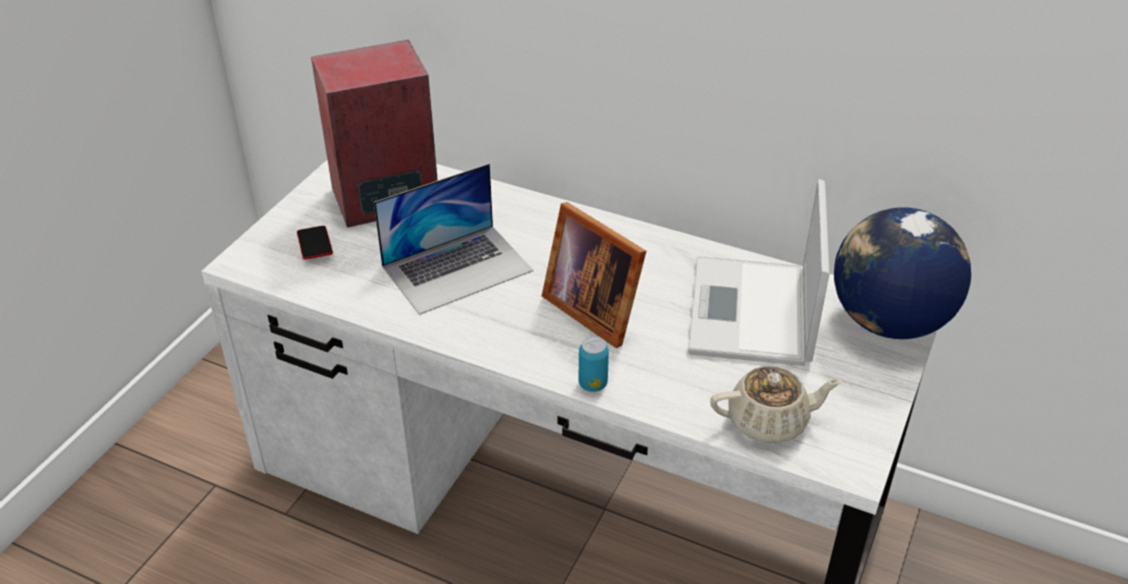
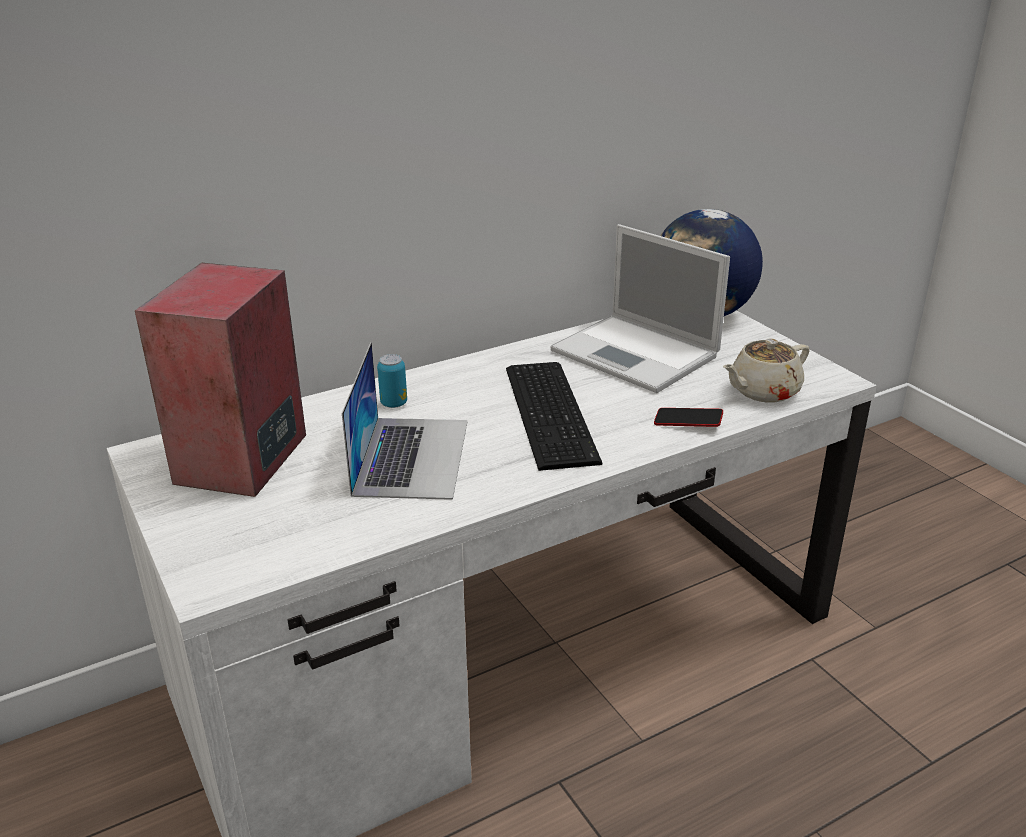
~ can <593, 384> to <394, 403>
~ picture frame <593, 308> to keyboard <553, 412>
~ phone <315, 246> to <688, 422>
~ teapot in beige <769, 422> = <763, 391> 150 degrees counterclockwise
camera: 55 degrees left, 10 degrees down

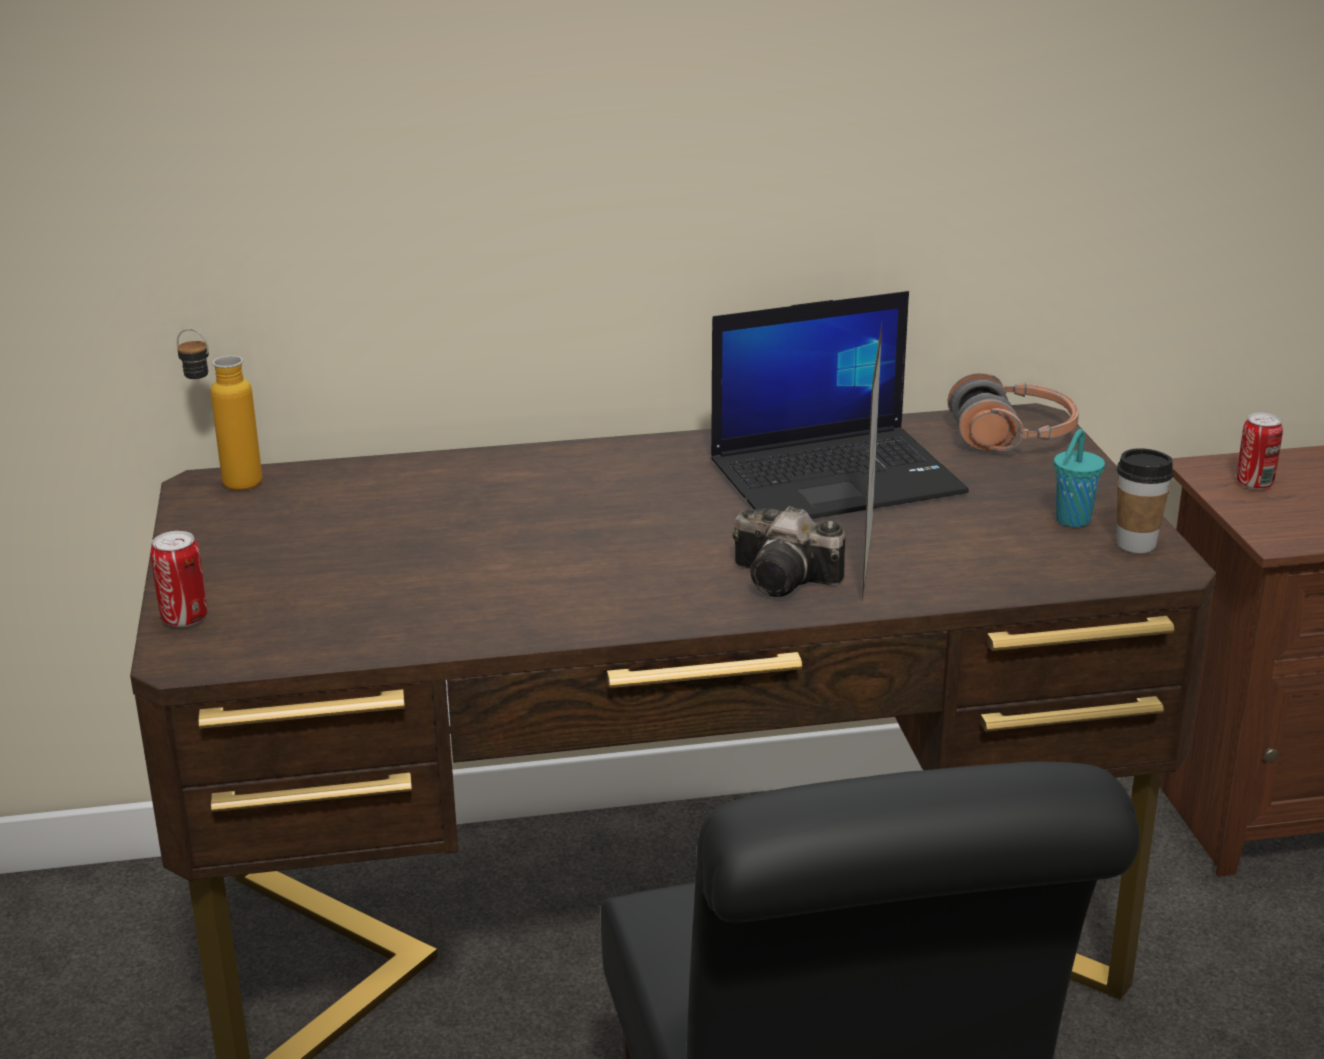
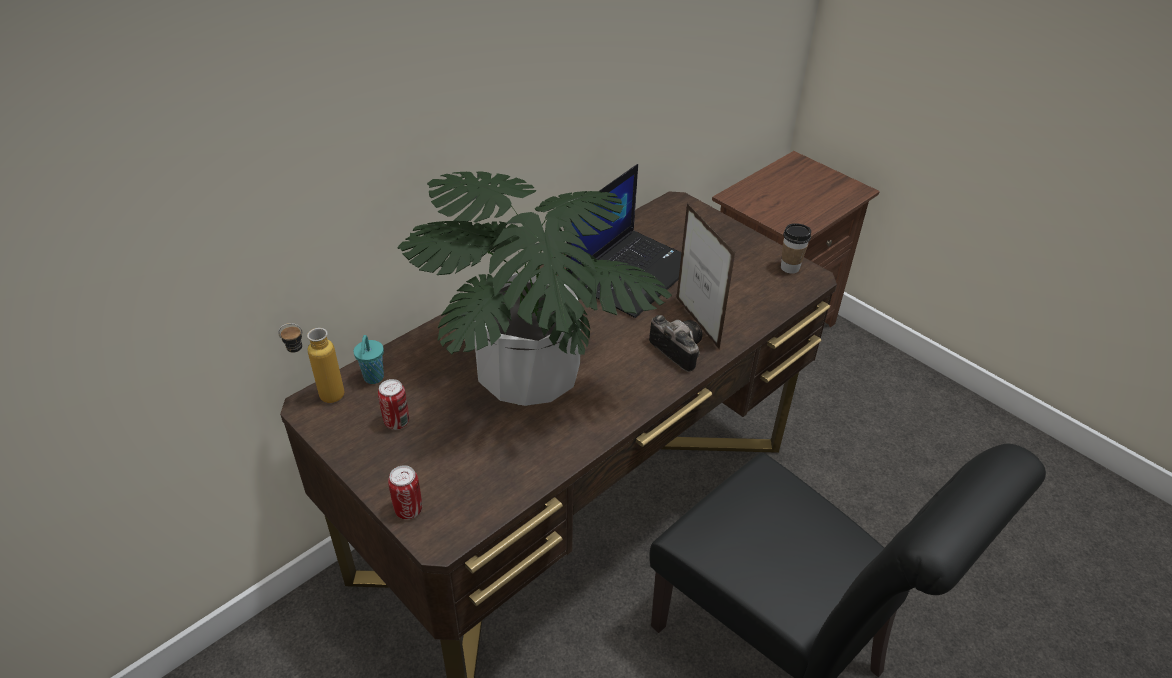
~ cup in turquoise <1072, 521> to <373, 378>
~ can <1254, 483> to <396, 422>
+ potted plant <529, 377>
~ photo camera <788, 580> = <676, 349> 120 degrees counterclockwise
- headphones <1012, 436>
camera: 35 degrees left, 15 degrees up

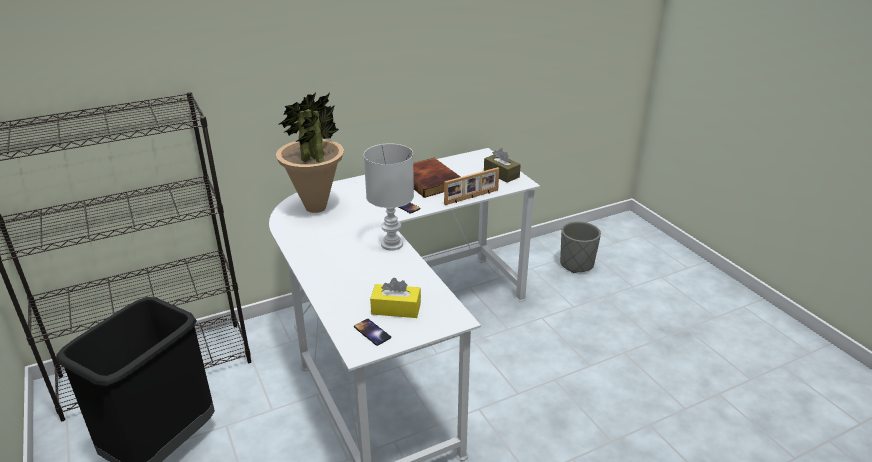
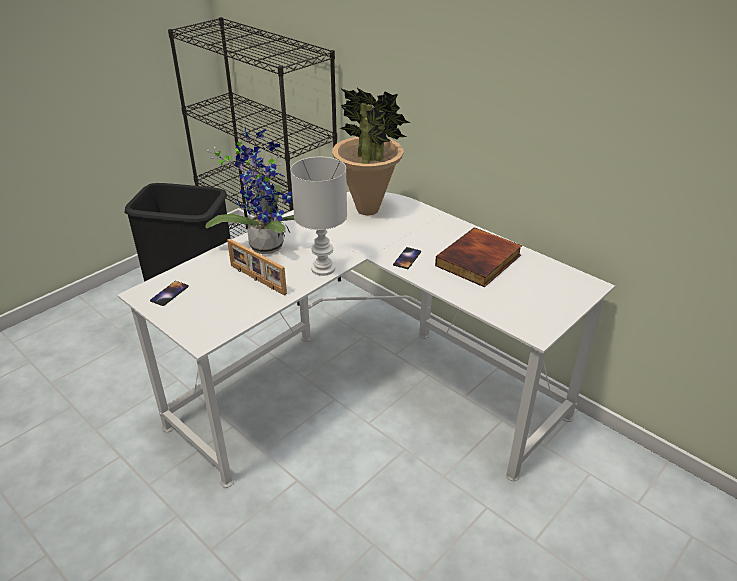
+ potted plant <266, 244>
~ picture frame <472, 197> to <257, 280>
- tissue box in yellow <396, 309>
- tissue box in brown <501, 174>
- planter in grey <576, 264>
camera: 70 degrees right, 5 degrees up

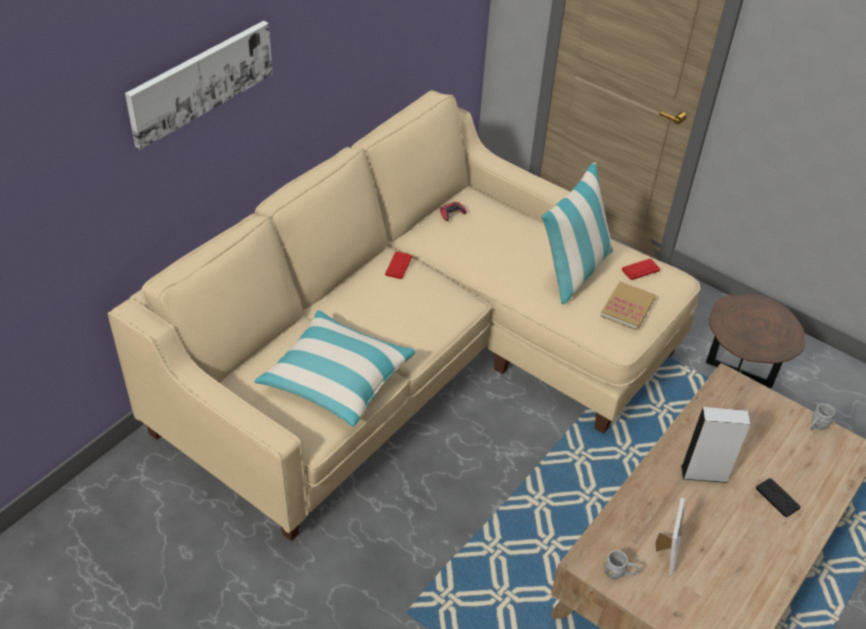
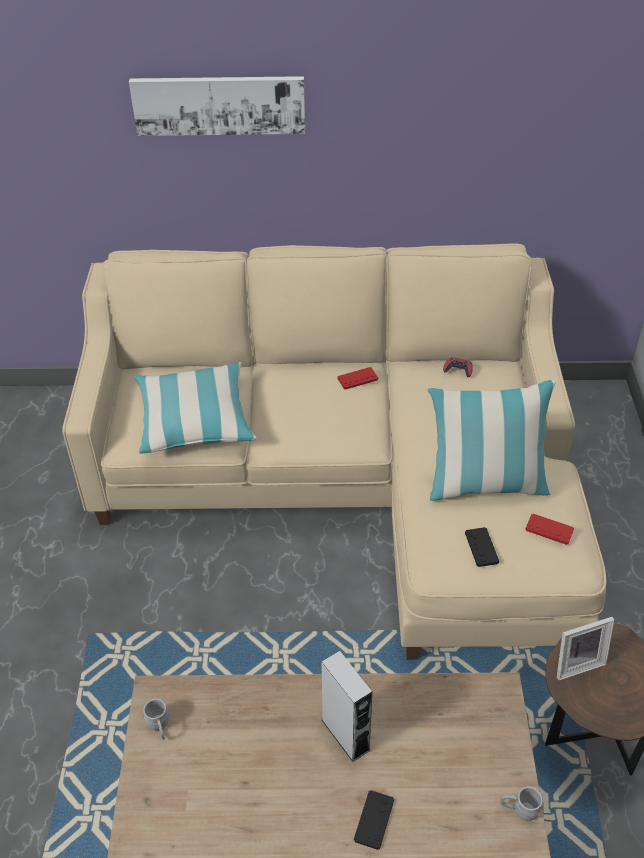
~ book <627, 307> to game controller in black <481, 547>
~ picture frame <665, 552> to <576, 662>
camera: 55 degrees right, 0 degrees up

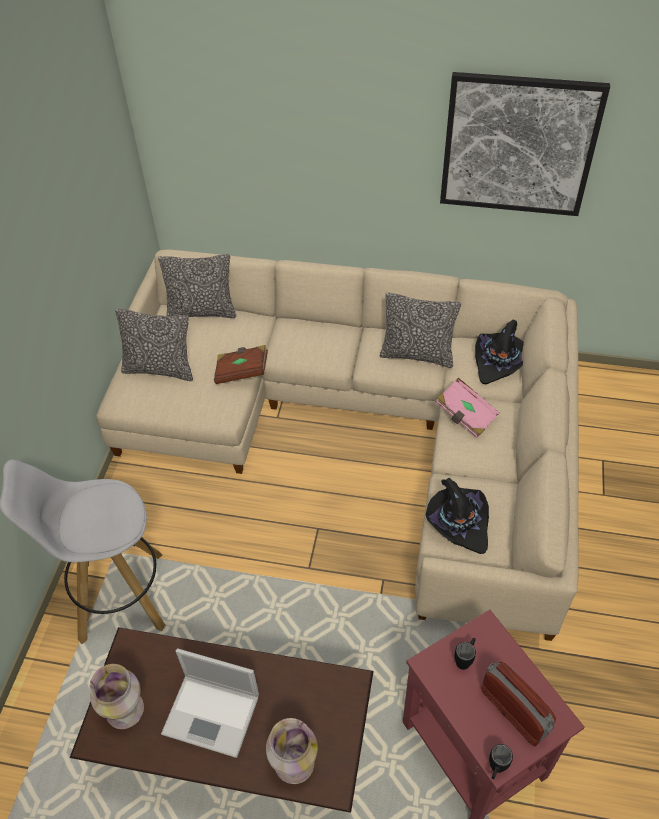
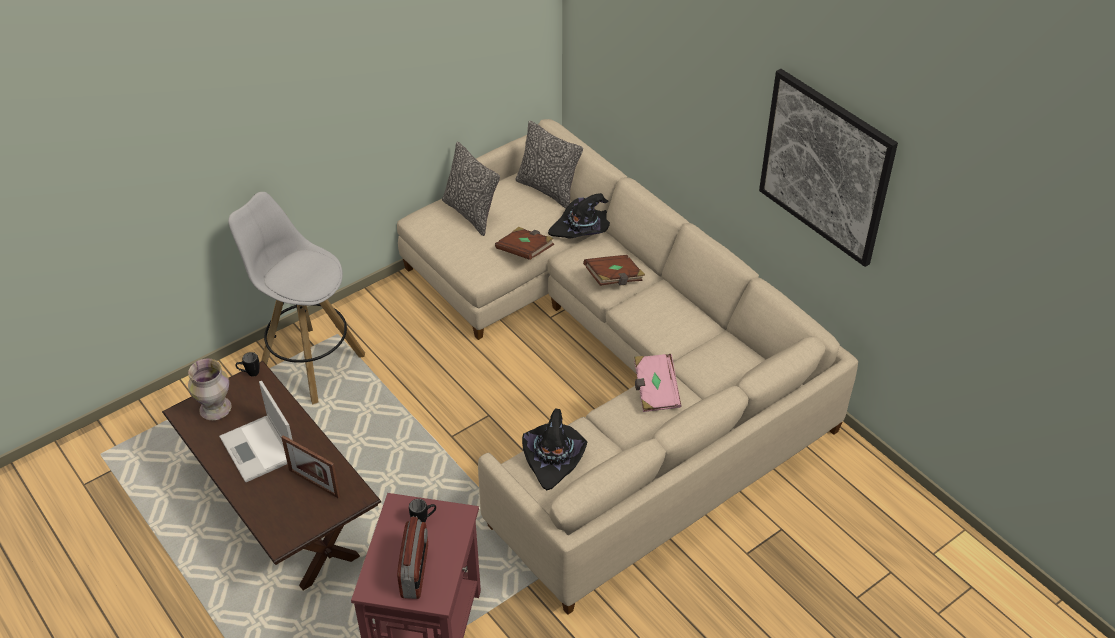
~ mug in black <495, 770> to <249, 373>
+ picture frame <314, 483>
~ hat in black <499, 362> to <581, 229>
+ book in brown <614, 279>
- vase <293, 763>
- pillow <417, 355>
camera: 40 degrees right, 5 degrees down

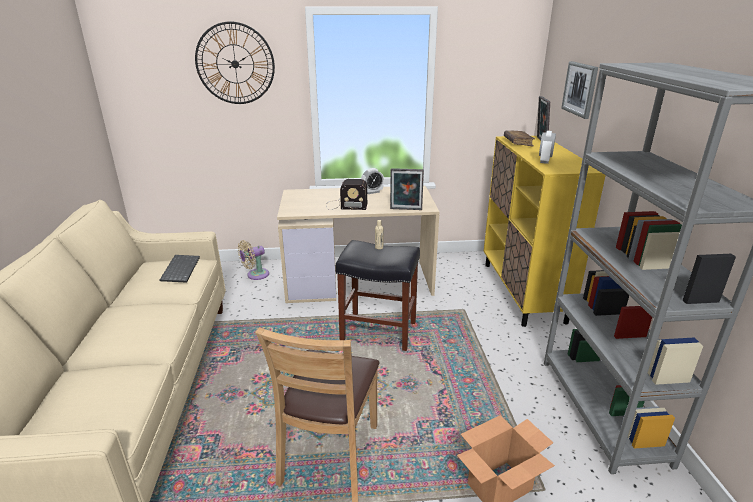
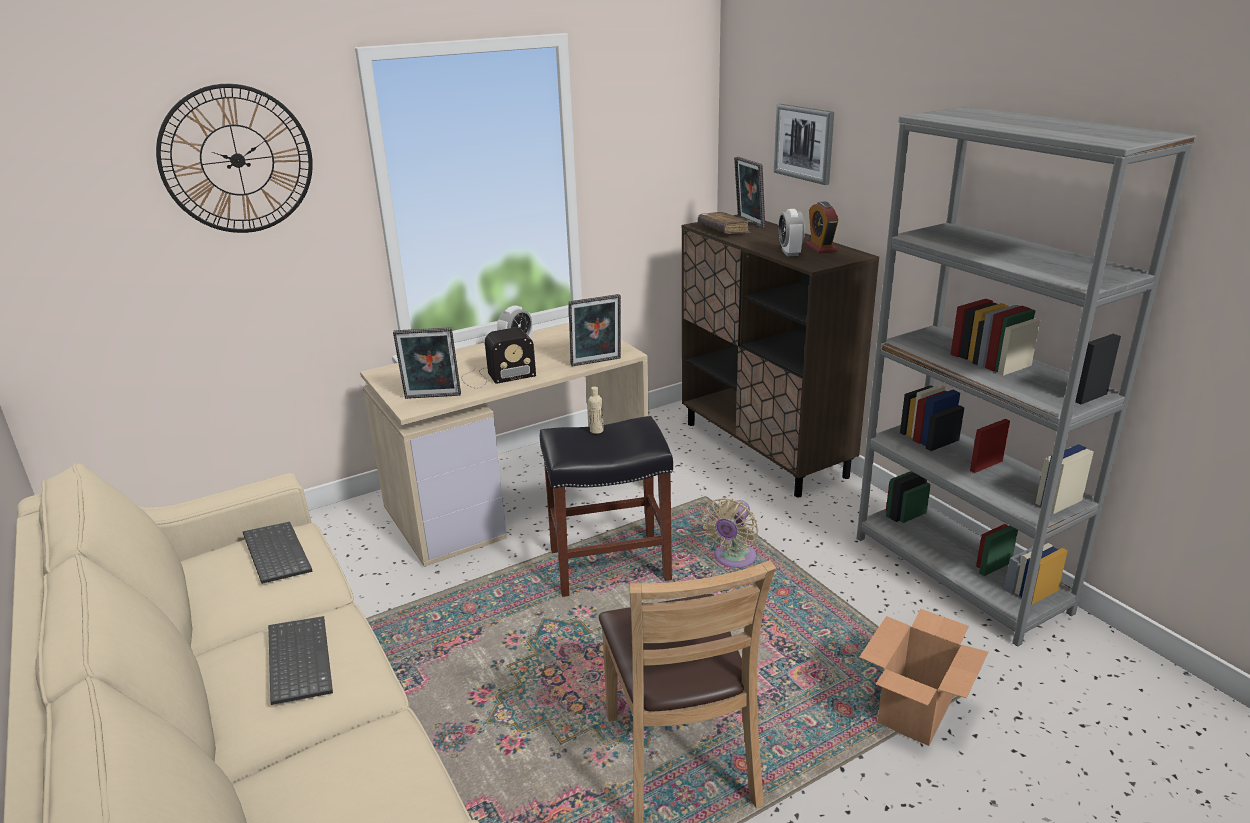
+ keyboard <297, 660>
+ picture frame <432, 397>
~ cabinet in yellow <522, 292> to cabinet in brown <764, 449>
~ fan in beige <255, 275> to <733, 559>
+ alarm clock <821, 248>
camera: 25 degrees left, 0 degrees up

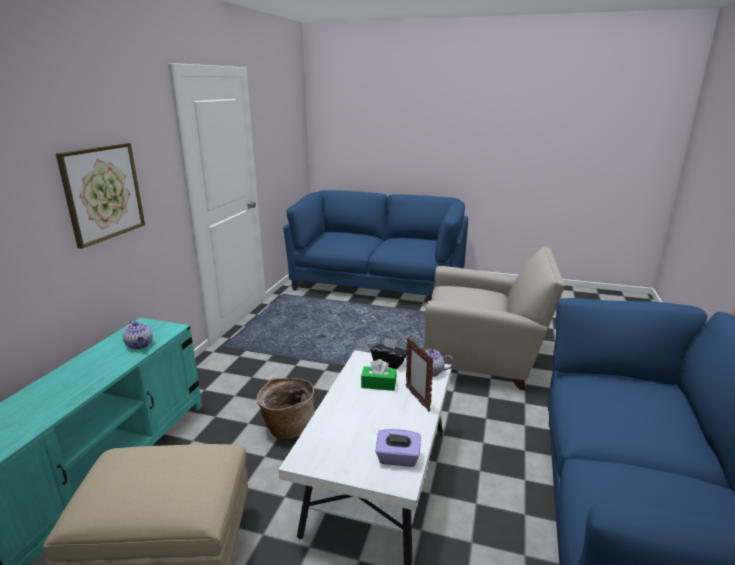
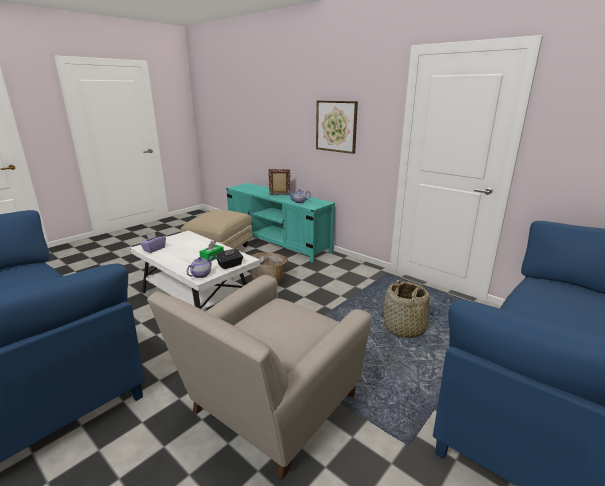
~ picture frame <417, 399> to <279, 195>
+ basket <404, 328>
camera: 115 degrees right, 0 degrees up

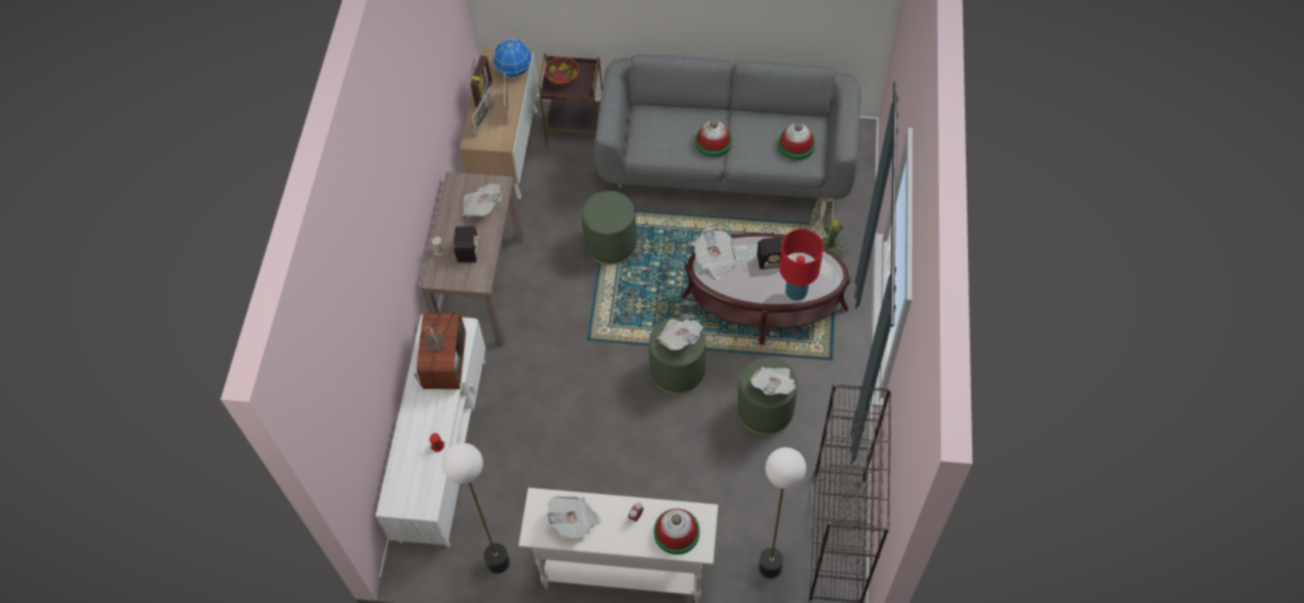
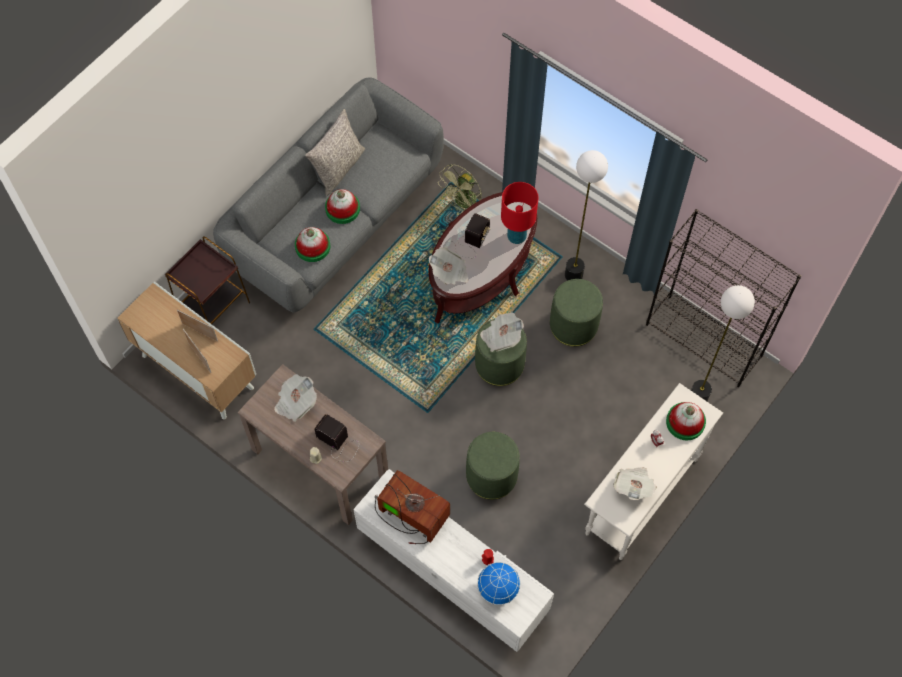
~ hat <796, 145> to <312, 246>
+ pillow in grey <338, 168>
~ ottoman in green <611, 244> to <491, 476>
~ globe <514, 71> to <498, 589>
~ floor lamp <498, 562> to <573, 275>
- picture frame <484, 94>
- bowl <562, 78>
- newspaper <773, 385>
camera: 60 degrees left, 5 degrees up

